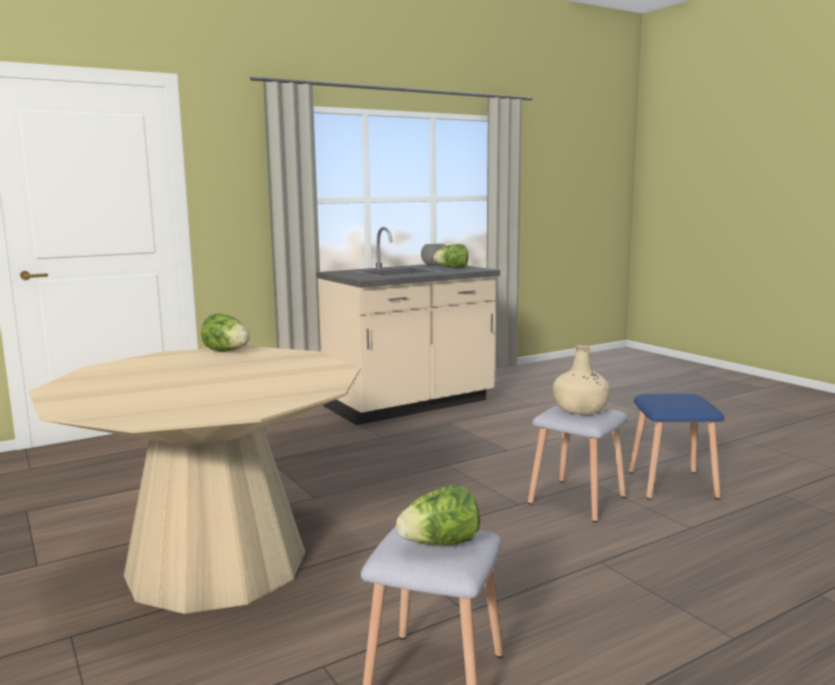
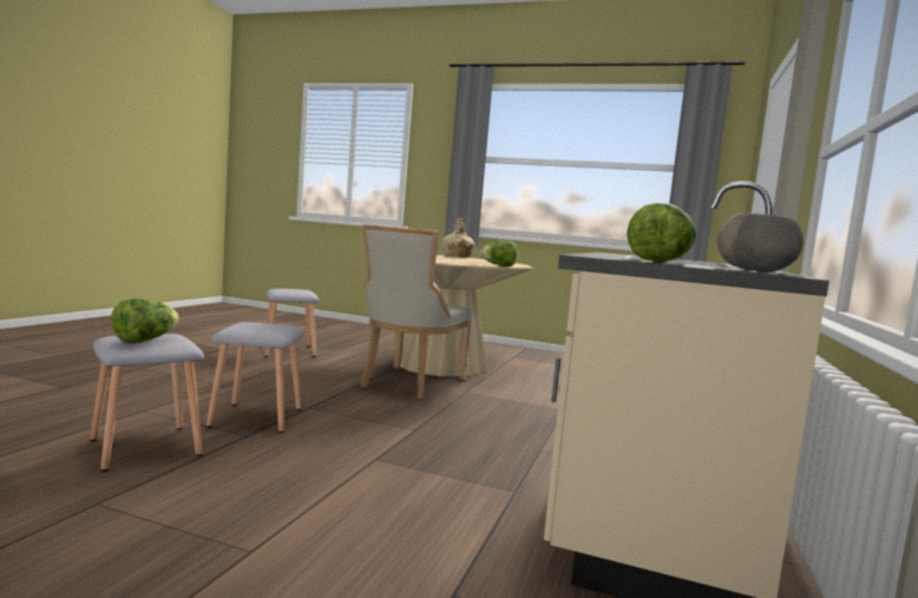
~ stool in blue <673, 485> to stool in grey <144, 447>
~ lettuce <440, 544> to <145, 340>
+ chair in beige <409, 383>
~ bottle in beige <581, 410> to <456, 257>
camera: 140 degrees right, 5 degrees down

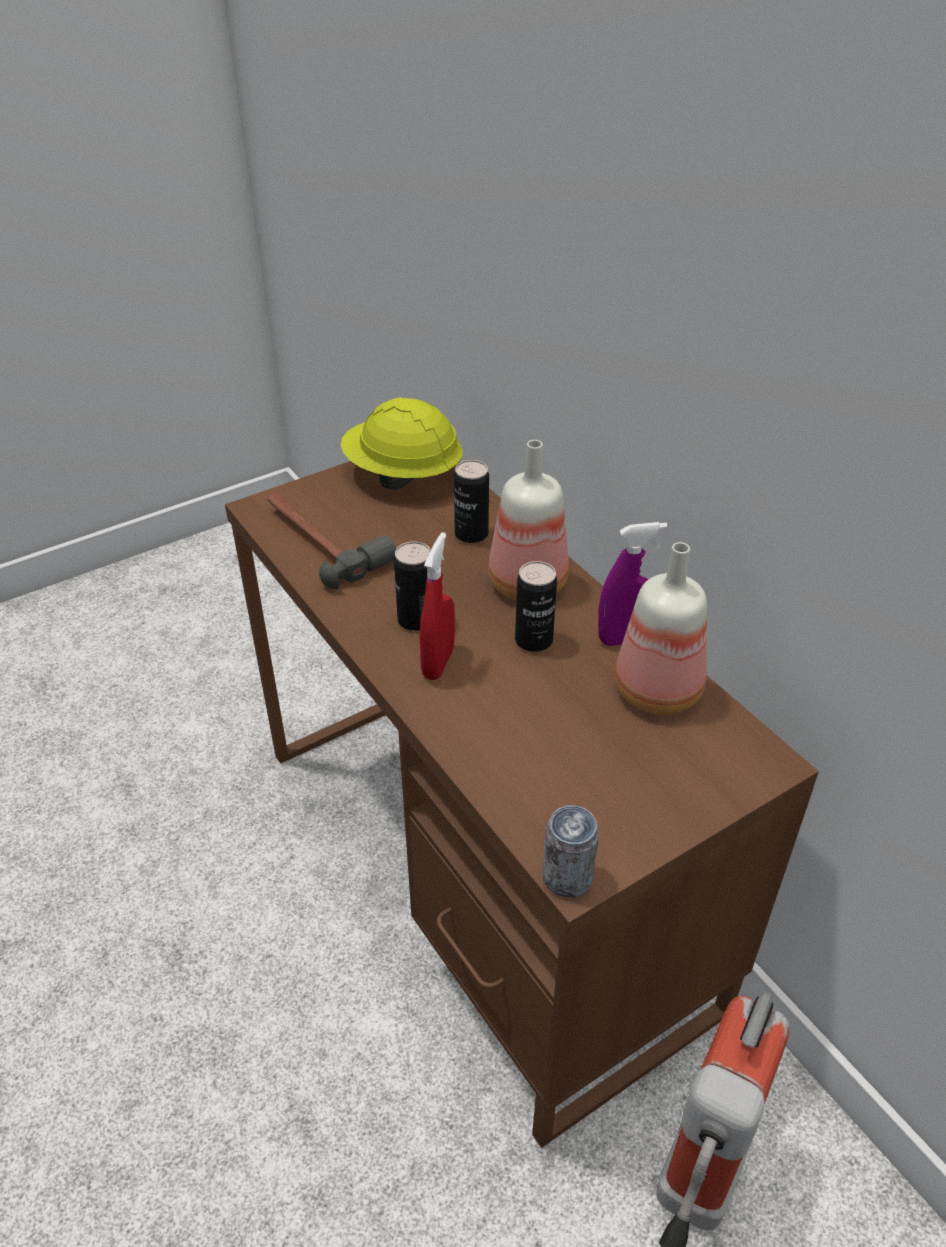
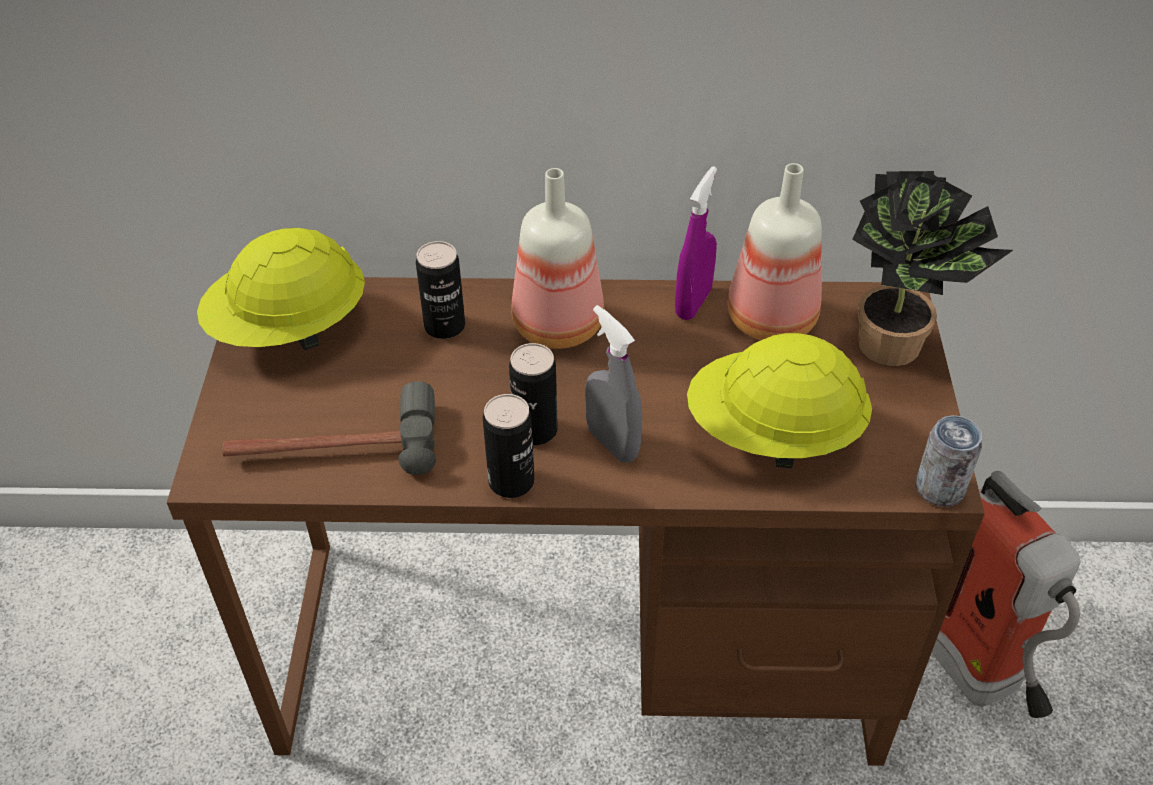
~ can <533, 640> to <511, 481>
~ spray bottle in red <438, 662> to spray bottle in grey <612, 444>
+ hard hat in yellow <773, 434>
+ potted plant <898, 348>
camera: 55 degrees left, 5 degrees up

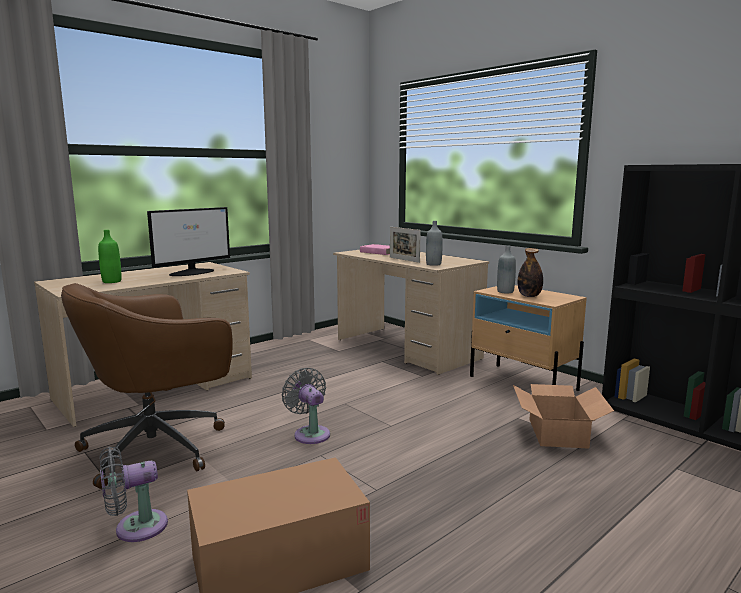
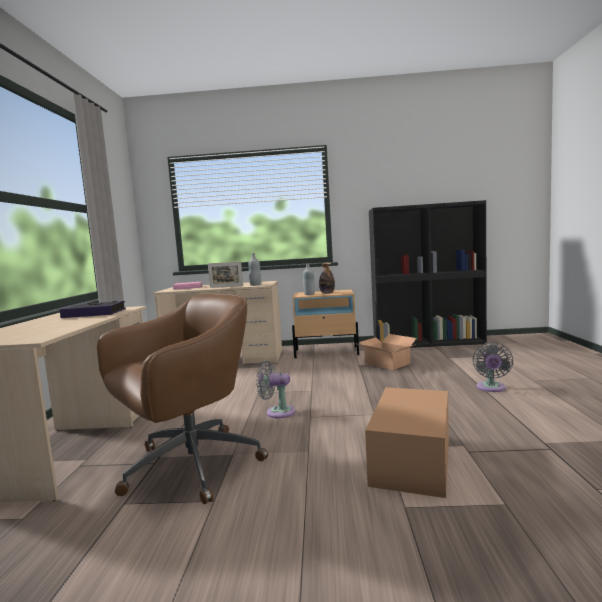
~ monitor <193, 272> to book <94, 314>
~ office chair in brown <158, 447> = <188, 467> 135 degrees counterclockwise
~ fan in grey <135, 528> to <491, 388>
- bottle in green <112, 281>
camera: 45 degrees left, 5 degrees down

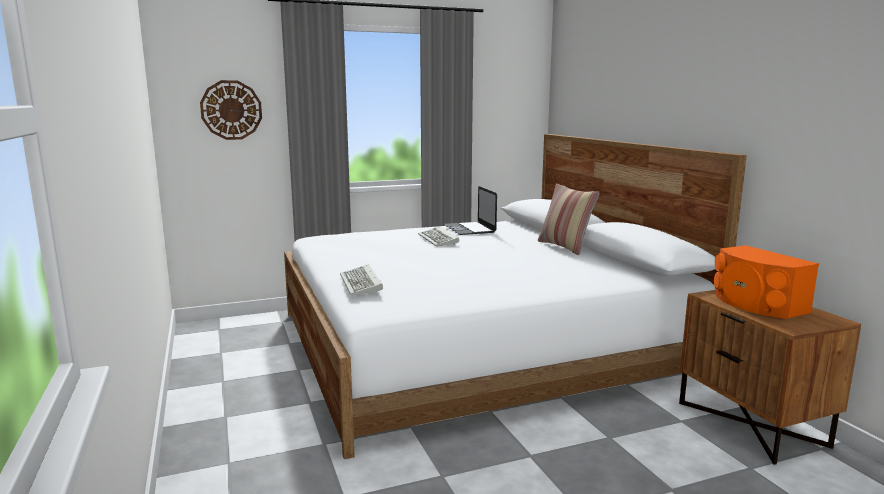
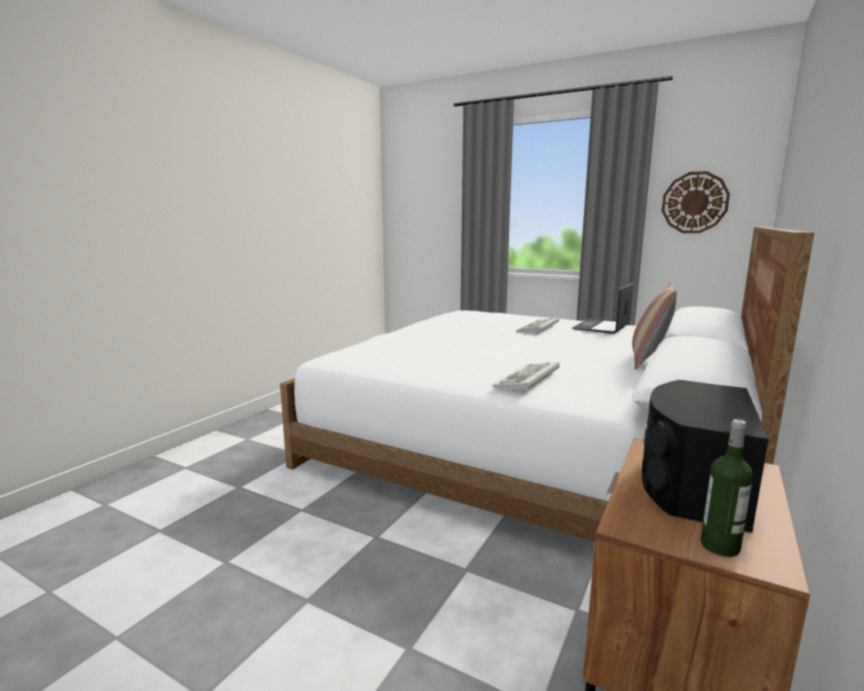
~ keyboard <362, 284> to <528, 380>
~ speaker in orange <756, 304> to speaker in black <691, 483>
~ wall clock <231, 110> to <694, 202>
+ bottle <719, 546>
camera: 50 degrees right, 0 degrees up

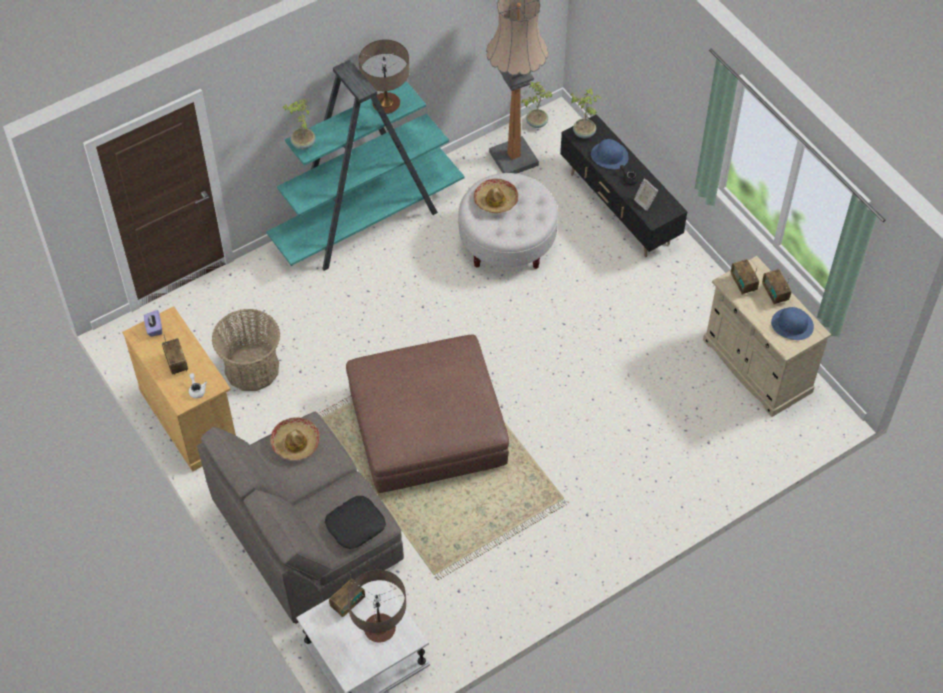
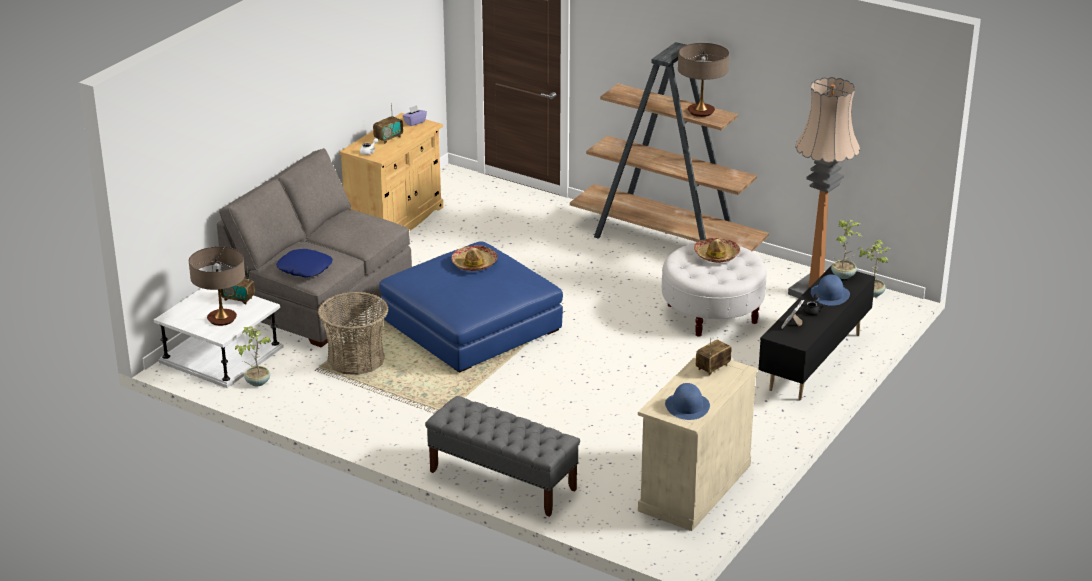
~ potted plant <303, 144> to <257, 382>
~ pillow in black <355, 525> to pillow in blue <305, 268>
~ basket <252, 368> to <356, 360>
~ ottoman in brown <427, 425> to ottoman in blue <471, 325>
+ bench in grey <502, 480>
~ hat <295, 442> to <474, 264>
~ bookcase in turquoise <368, 221> to bookcase in brown <667, 242>
- radio <774, 293>
camera: 65 degrees right, 25 degrees down

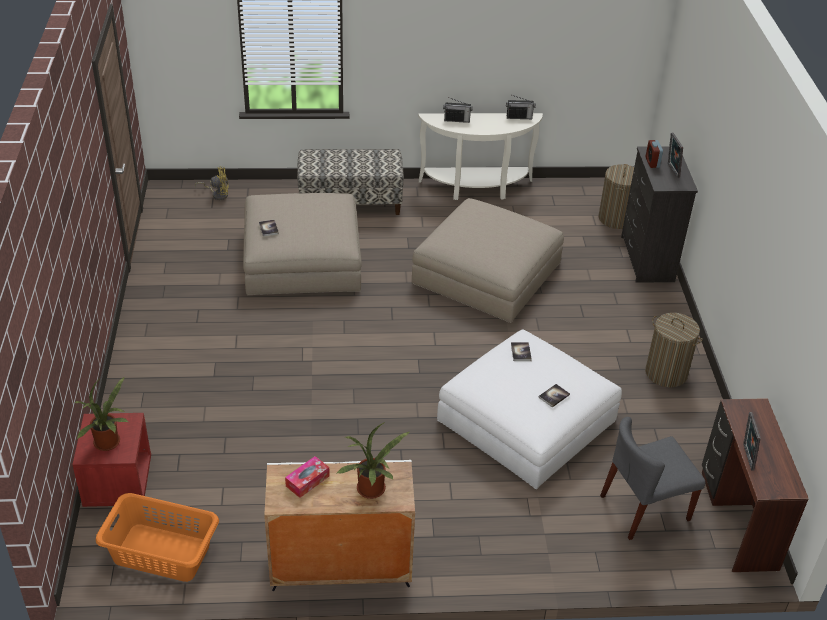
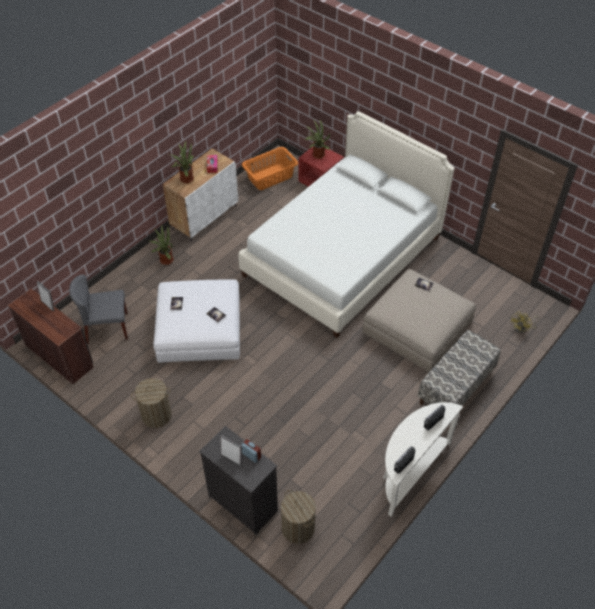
~ chair in grey <644, 508> = <106, 328> 120 degrees counterclockwise
+ potted plant <165, 260>
+ bed in white <343, 256>
- ottoman in beige <486, 273>
camera: 135 degrees right, 10 degrees up

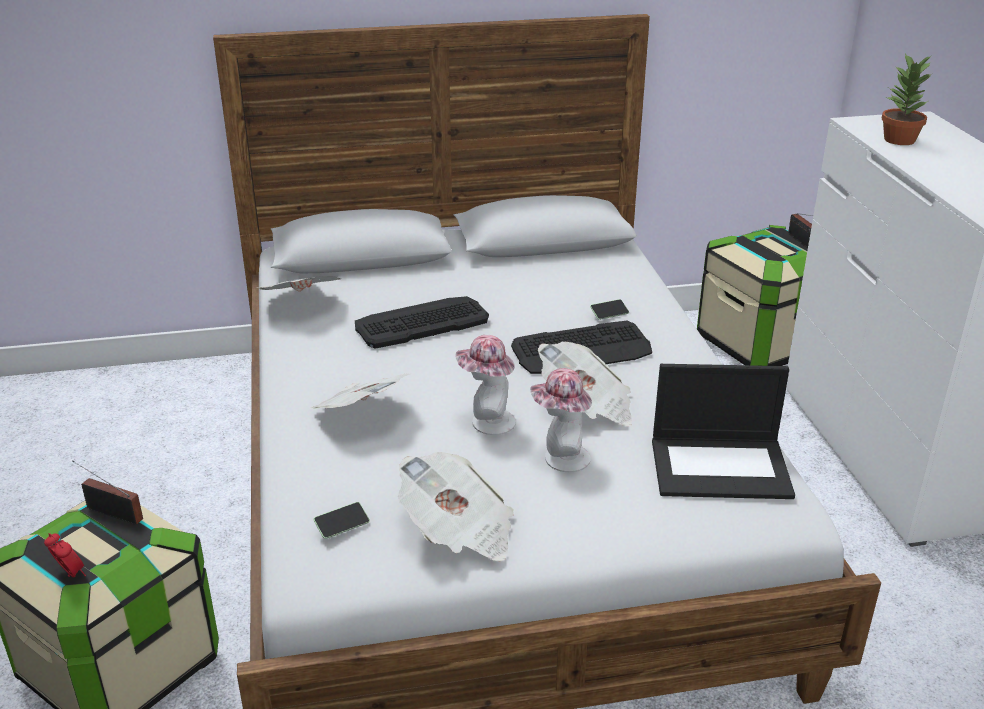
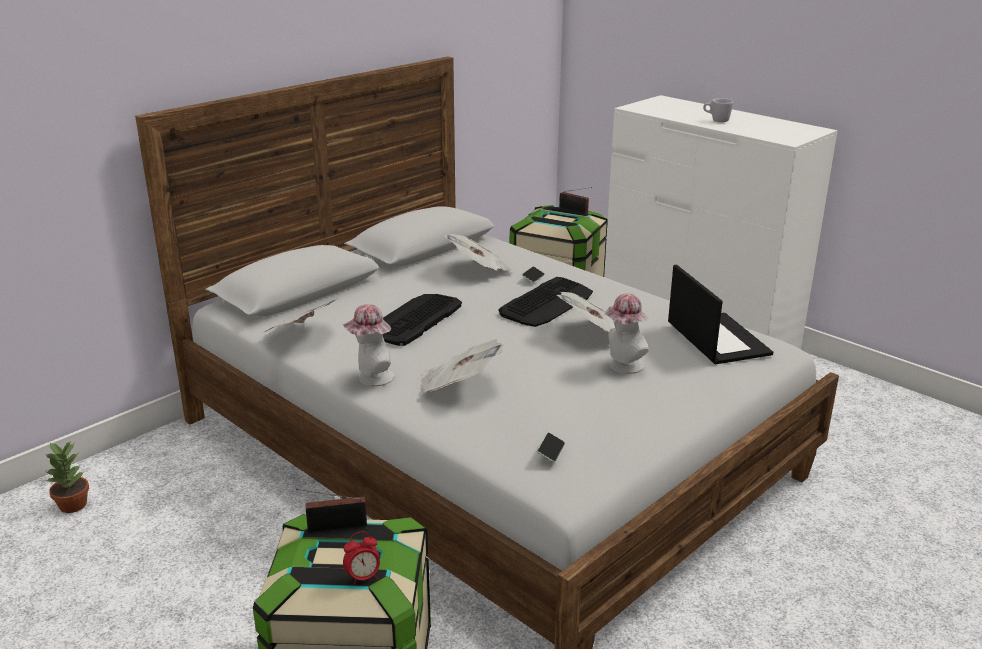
~ potted plant <899, 140> to <73, 505>
~ hat <487, 422> to <371, 378>
~ alarm clock <70, 574> = <363, 577> 150 degrees clockwise
~ newspaper <459, 531> to <480, 270>
~ laptop <721, 467> = <716, 339> 75 degrees counterclockwise
+ mug in white <716, 120>
camera: 35 degrees left, 5 degrees down

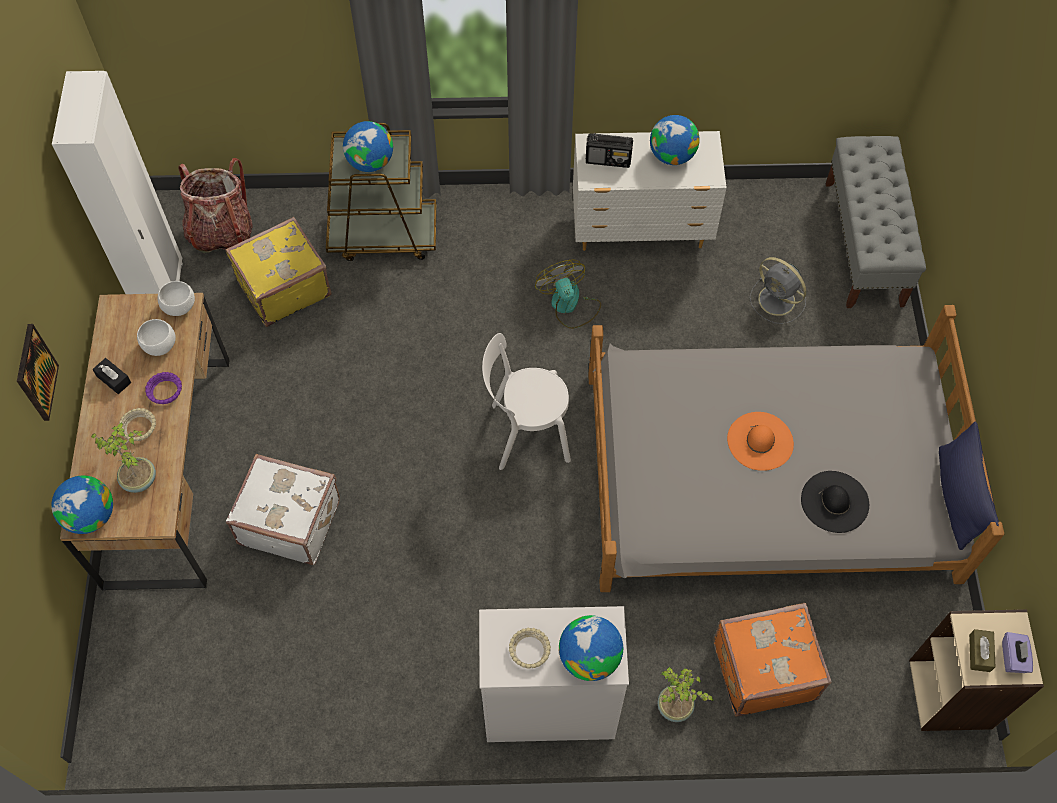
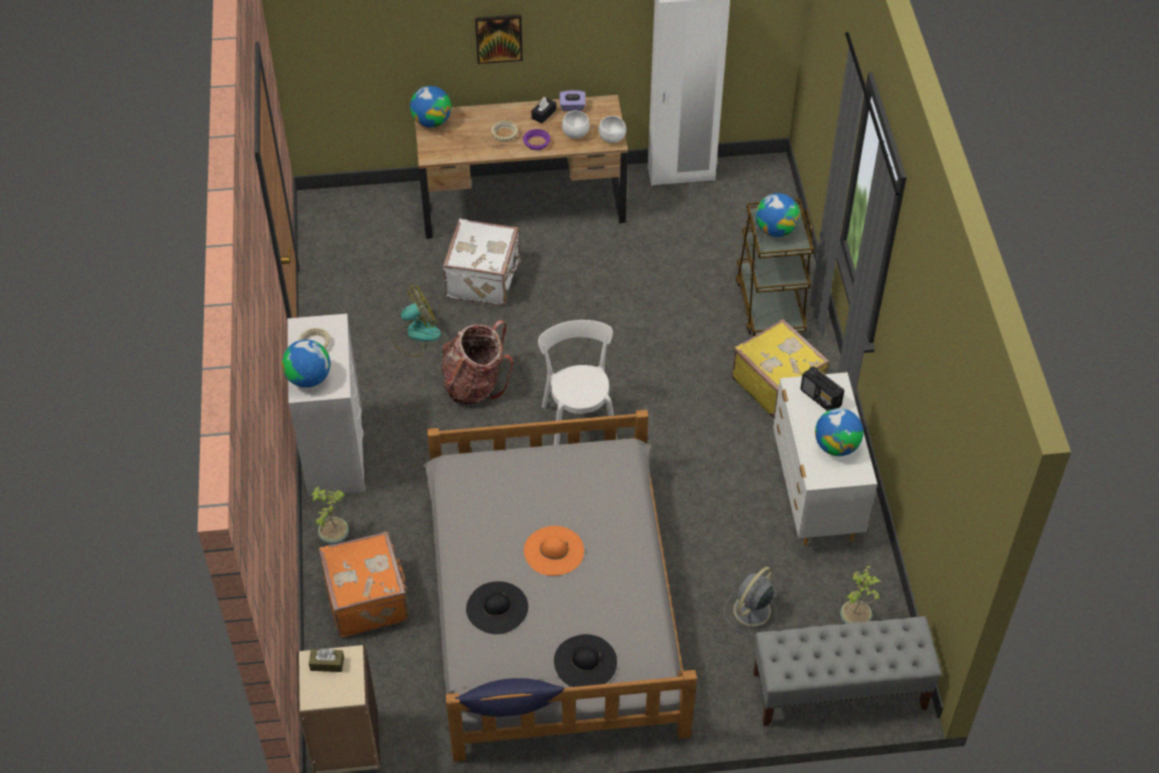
~ fan <569, 305> to <415, 335>
~ backpack <221, 231> to <475, 384>
+ hat in black <585, 662>
~ tissue box in purple <1013, 657> to <572, 107>
~ suitcase in yellow <283, 287> to <778, 384>
~ radio <608, 160> = <821, 398> 45 degrees counterclockwise
~ potted plant <139, 479> to <855, 619>
camera: 85 degrees right, 10 degrees down

